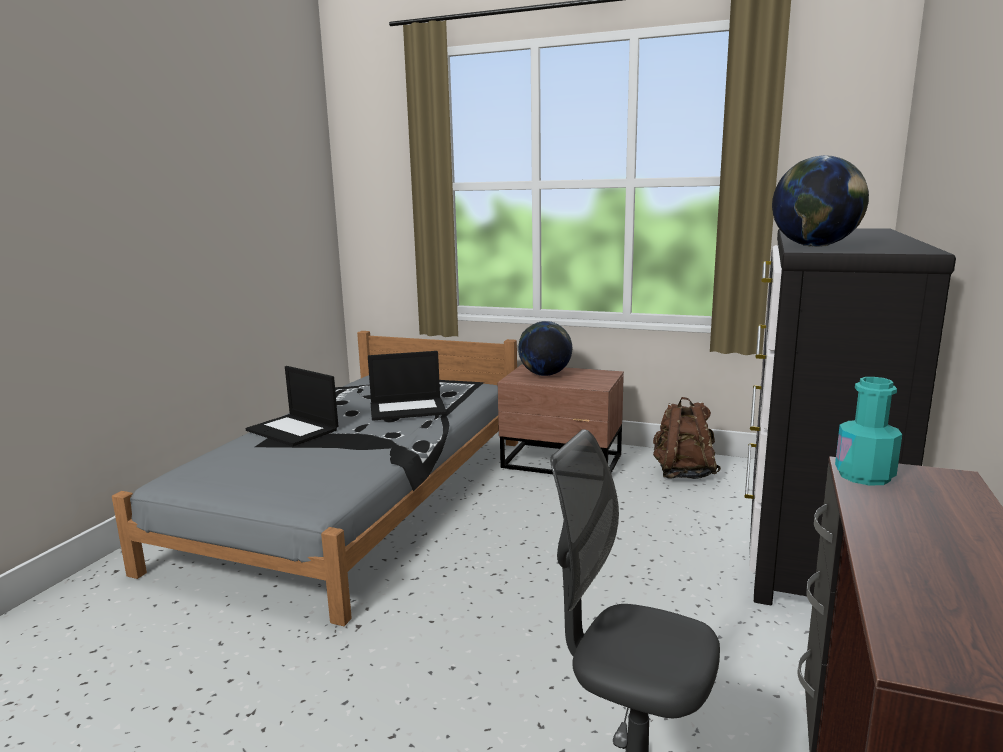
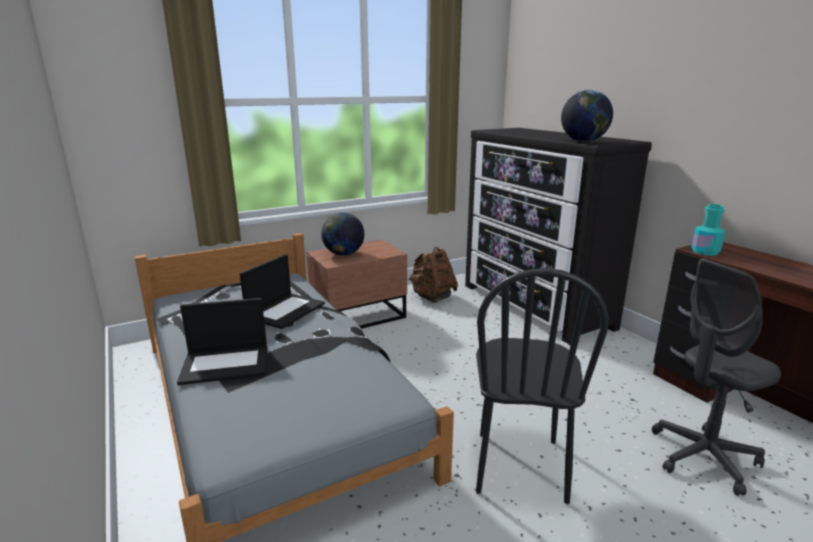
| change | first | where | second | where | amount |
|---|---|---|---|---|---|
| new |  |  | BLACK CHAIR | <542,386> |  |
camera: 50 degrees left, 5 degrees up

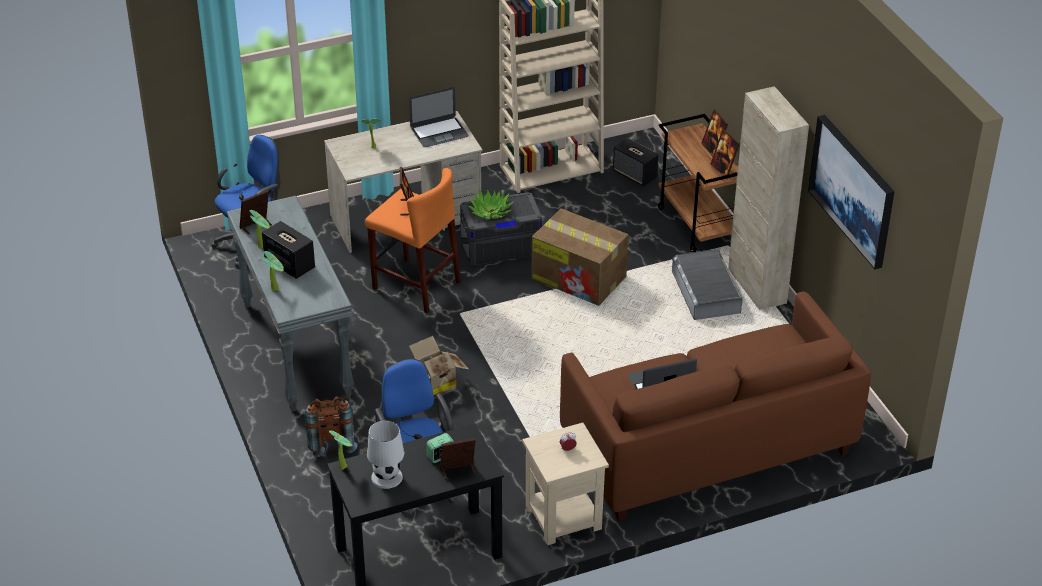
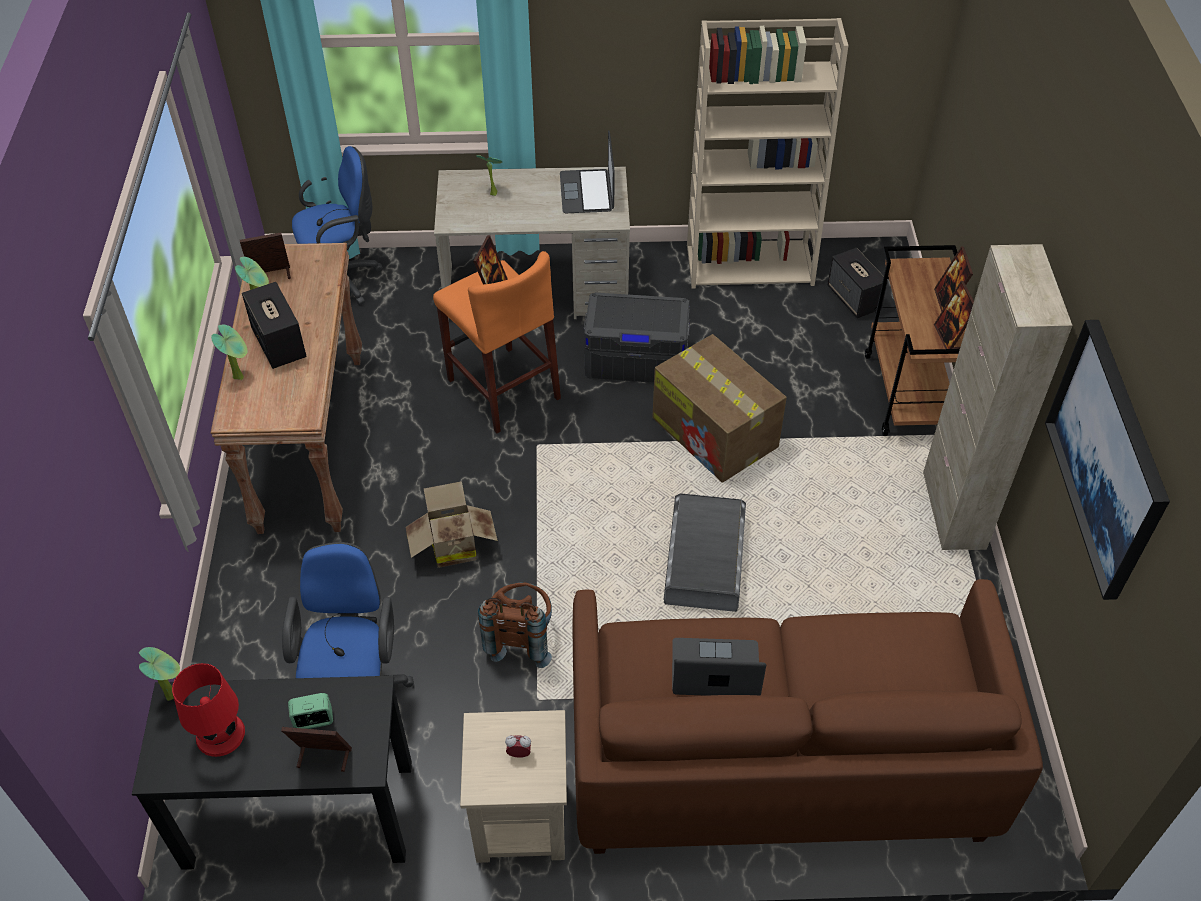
| change | first | where | second | where | amount |
|---|---|---|---|---|---|
| gone | PLANT IN A POT | <491,204> |  |  |  |
| shifted | BROWNISH BACKPACK | <331,426> |  | <515,625> |  |
| shifted | GRAY STORAGE BIN | <707,284> |  | <705,552> |  |
| repainted | GRAY HALL TABLE | <290,304> | BROWNISH HALL TABLE | <286,388> |  |
| repainted | WHITISH TABLETOP LAMP | <385,455> | REDDISH TABLETOP LAMP | <208,710> |  |
| rotated | LAPTOP | <439,117> |  | <587,171> | 90 degrees clockwise |
camera: 20 degrees right, 10 degrees up

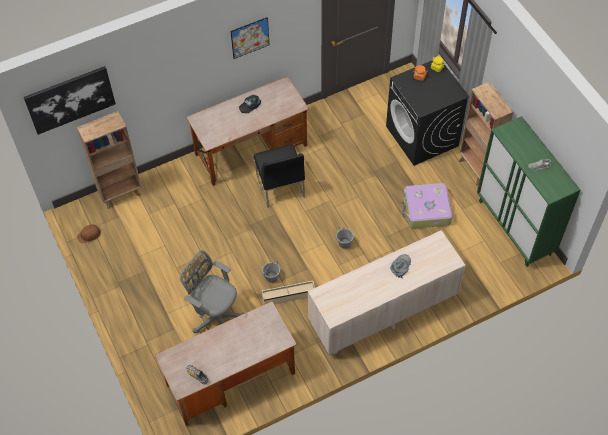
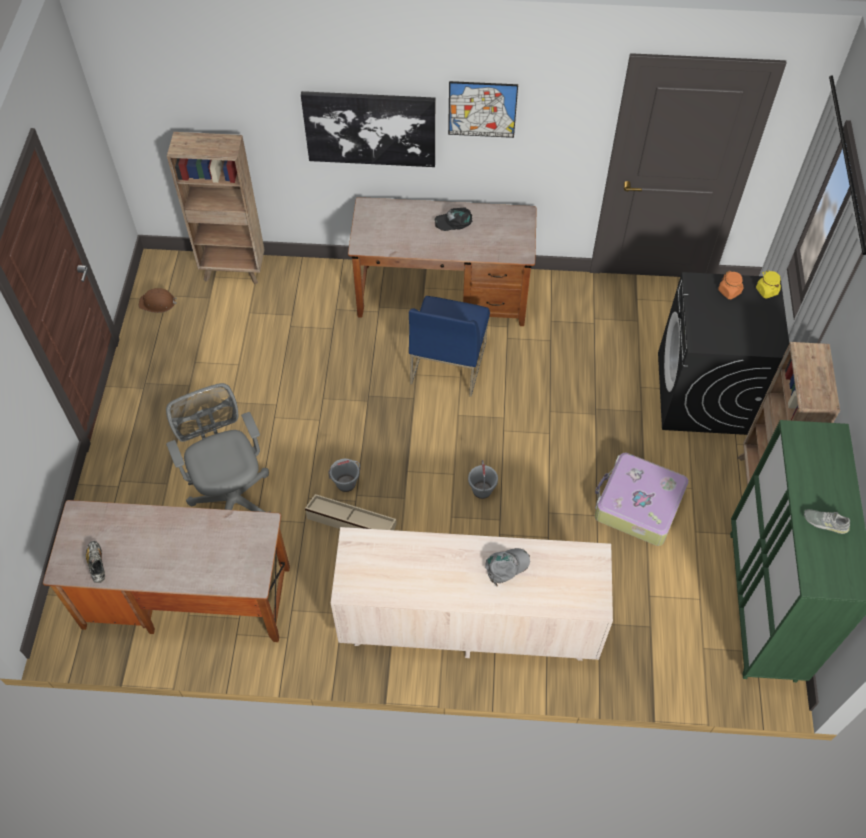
| change | first | where | second | where | amount |
|---|---|---|---|---|---|
| shifted | WALL PICTURE | <69,100> |  | <368,129> |  |
| repainted | BLACK CHAIR | <279,176> | BLUE CHAIR | <449,346> |  |
camera: 30 degrees right, 0 degrees up

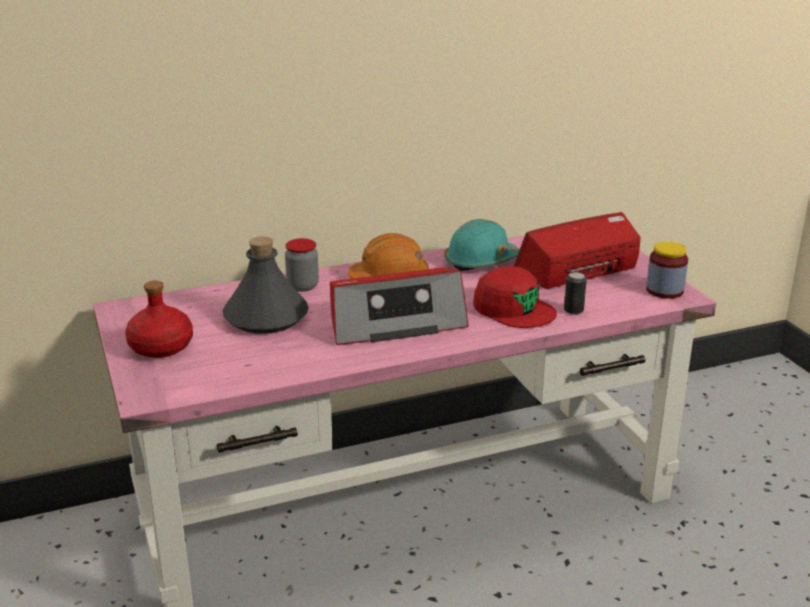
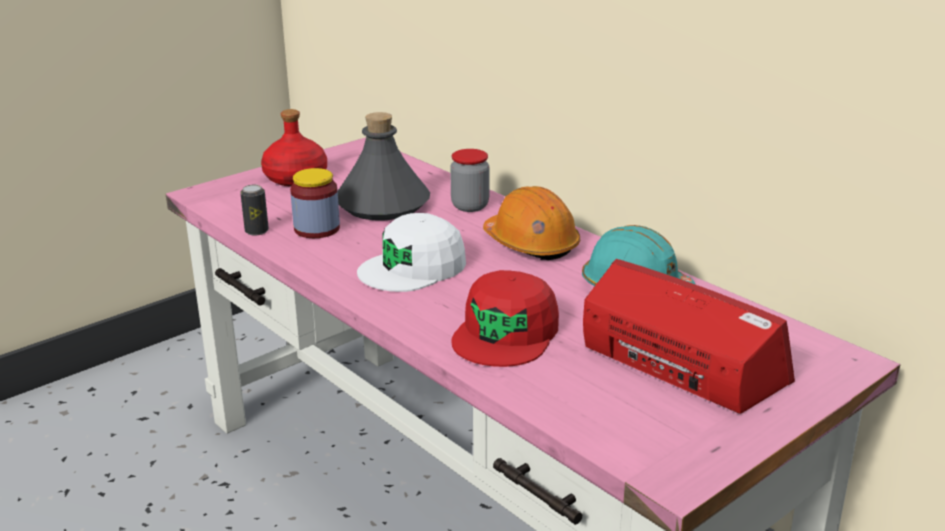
| change | first | where | second | where | amount |
|---|---|---|---|---|---|
| shifted | METAL CAN | <575,293> |  | <254,210> |  |
| shifted | PRESERVE JAR | <667,270> |  | <315,203> |  |
| swapped | RADIO | <399,306> | WHITISH CAP | <411,252> |  |
camera: 70 degrees right, 0 degrees up

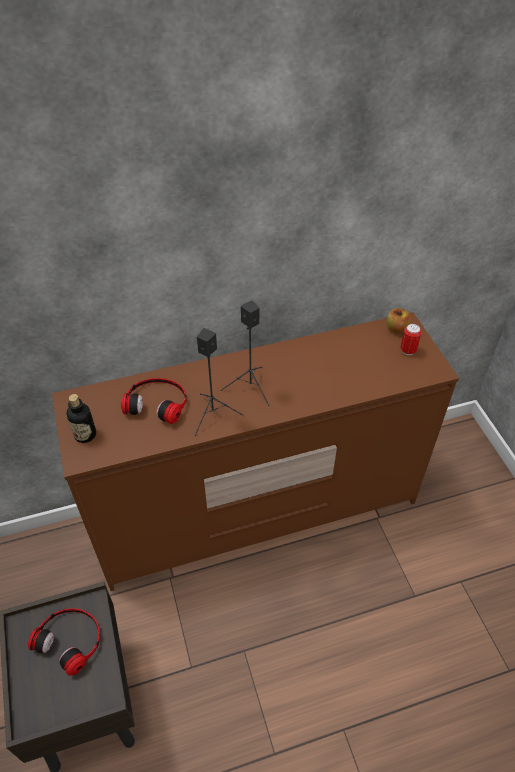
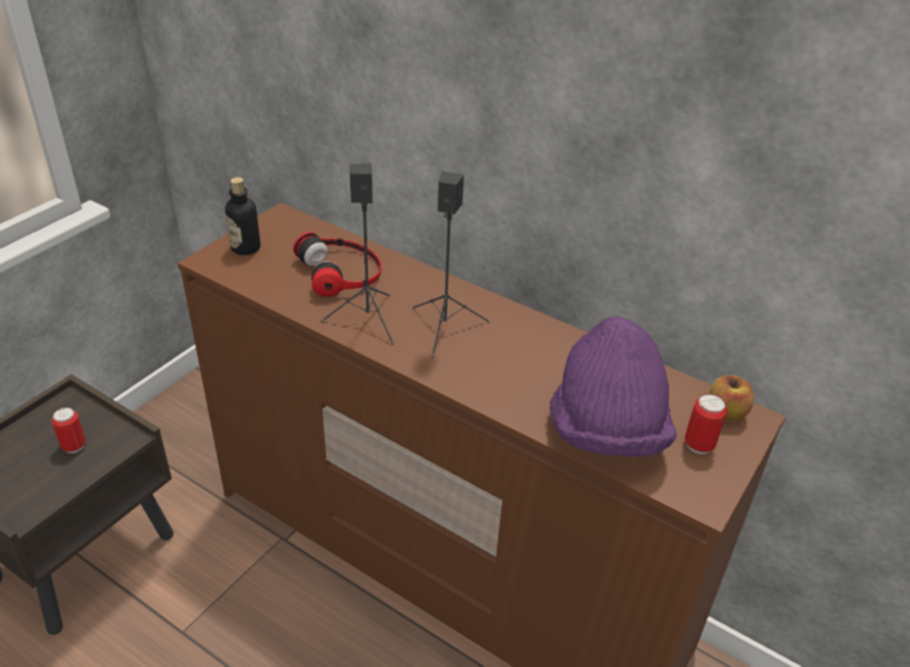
| change | first | where | second | where | amount |
|---|---|---|---|---|---|
| new |  |  | PURPLE-COLOURED HAT | <613,386> |  |
| swapped | PAIR OF HEADPHONES | <64,642> | METAL CAN | <68,430> |  |
camera: 50 degrees right, 10 degrees down

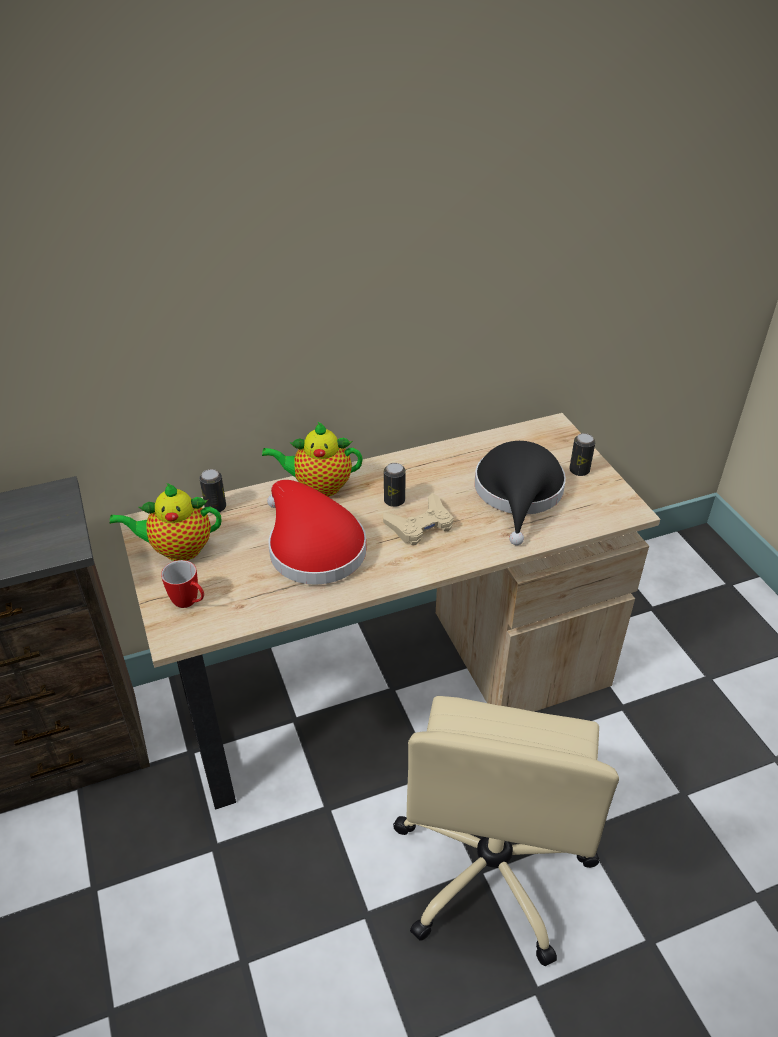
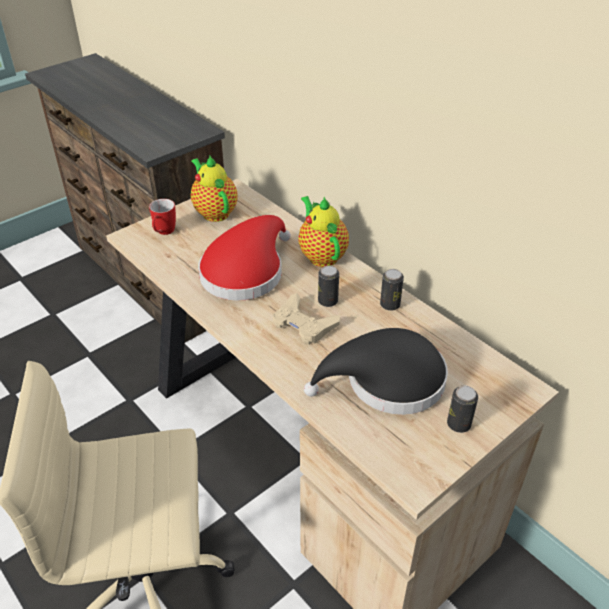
| change | first | where | second | where | amount |
|---|---|---|---|---|---|
| shifted | METAL CAN | <212,491> |  | <392,290> |  |
camera: 70 degrees right, 0 degrees up

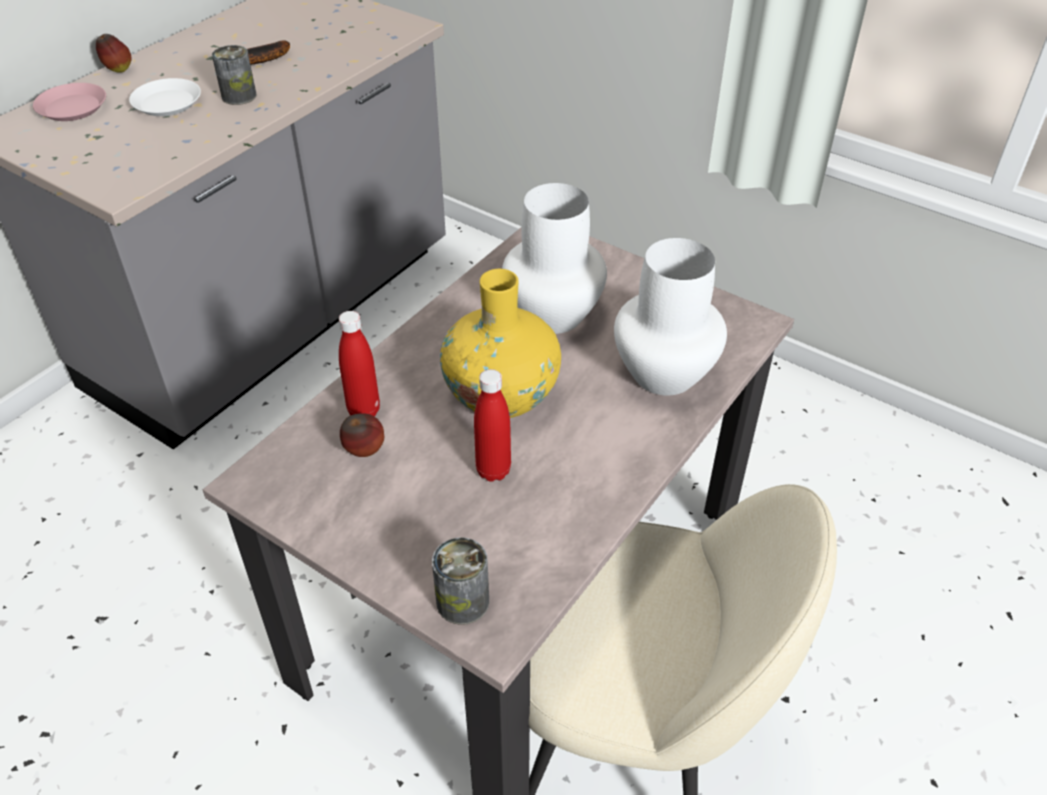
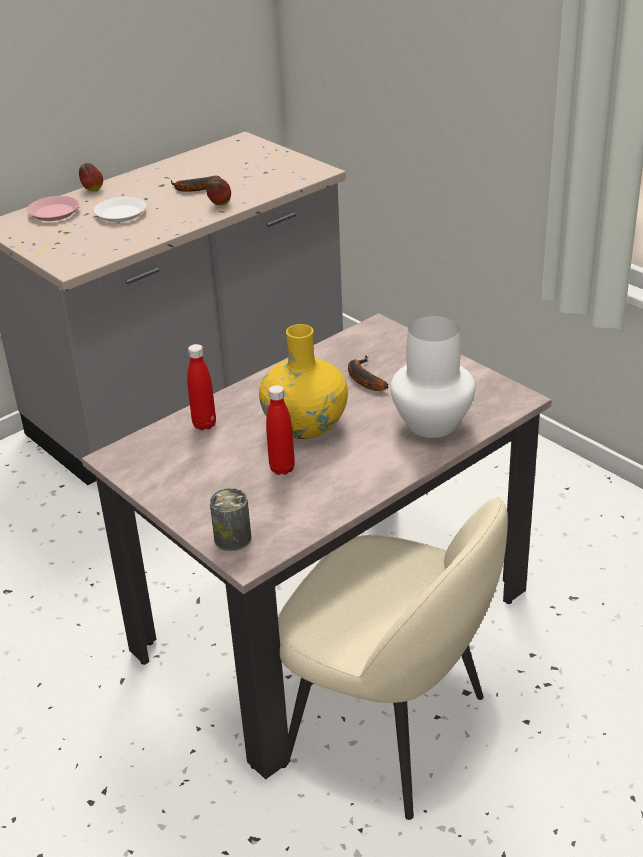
| change | first | where | second | where | amount |
|---|---|---|---|---|---|
| gone | METAL CAN | <234,75> |  |  |  |
| shifted | APPLE FRUIT | <362,435> |  | <218,191> |  |
| swapped | WHITISH DECORATIVE VASE | <554,258> | BANANA | <368,373> |  |
camera: 15 degrees right, 10 degrees down

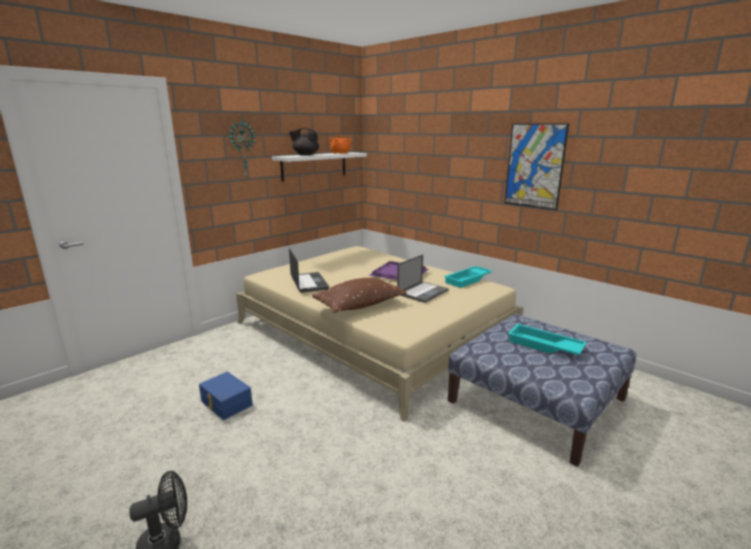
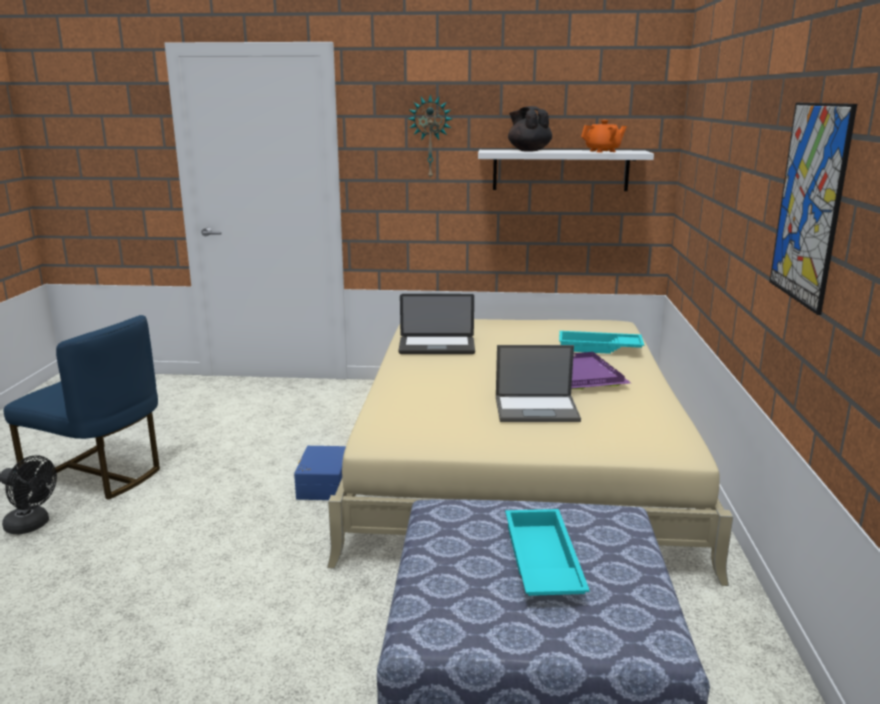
| change | first | where | second | where | amount |
|---|---|---|---|---|---|
| gone | BROWNISH CUSHION | <359,295> |  |  |  |
| new |  |  | BLUE CHAIR | <81,407> |  |
| shifted | BLUE STORAGE BIN | <226,396> |  | <320,473> |  |
| shifted | TURQUOISE SERVING TRAY | <468,277> |  | <601,342> |  |
| rotated | LAPTOP | <309,270> |  | <437,324> | 60 degrees clockwise |
camera: 50 degrees right, 0 degrees up

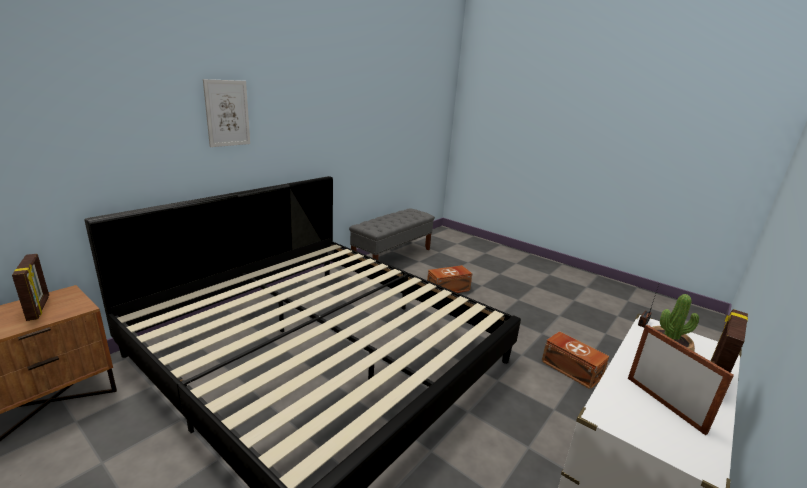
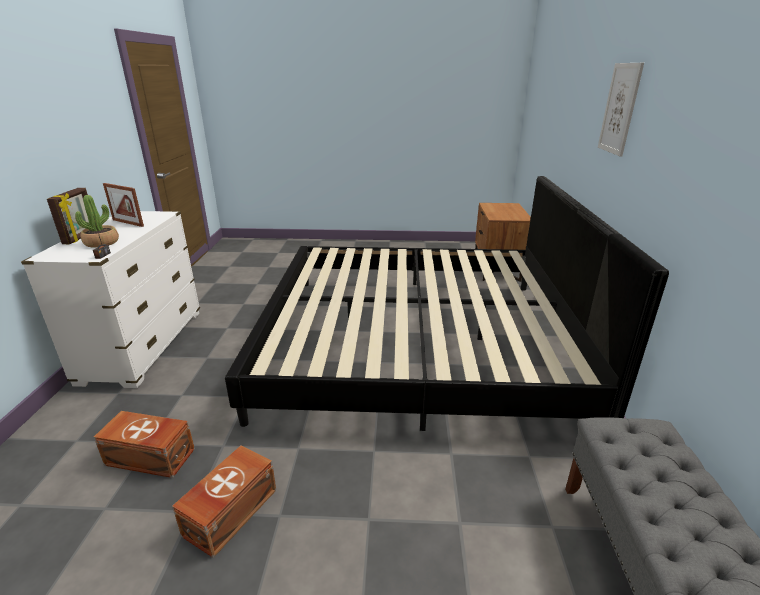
| change | first | where | second | where | amount |
|---|---|---|---|---|---|
| gone | STANDING FRAME | <30,287> |  |  |  |
| shifted | BROWNISH STORAGE BIN | <449,279> |  | <224,501> |  |
camera: 145 degrees right, 5 degrees up

